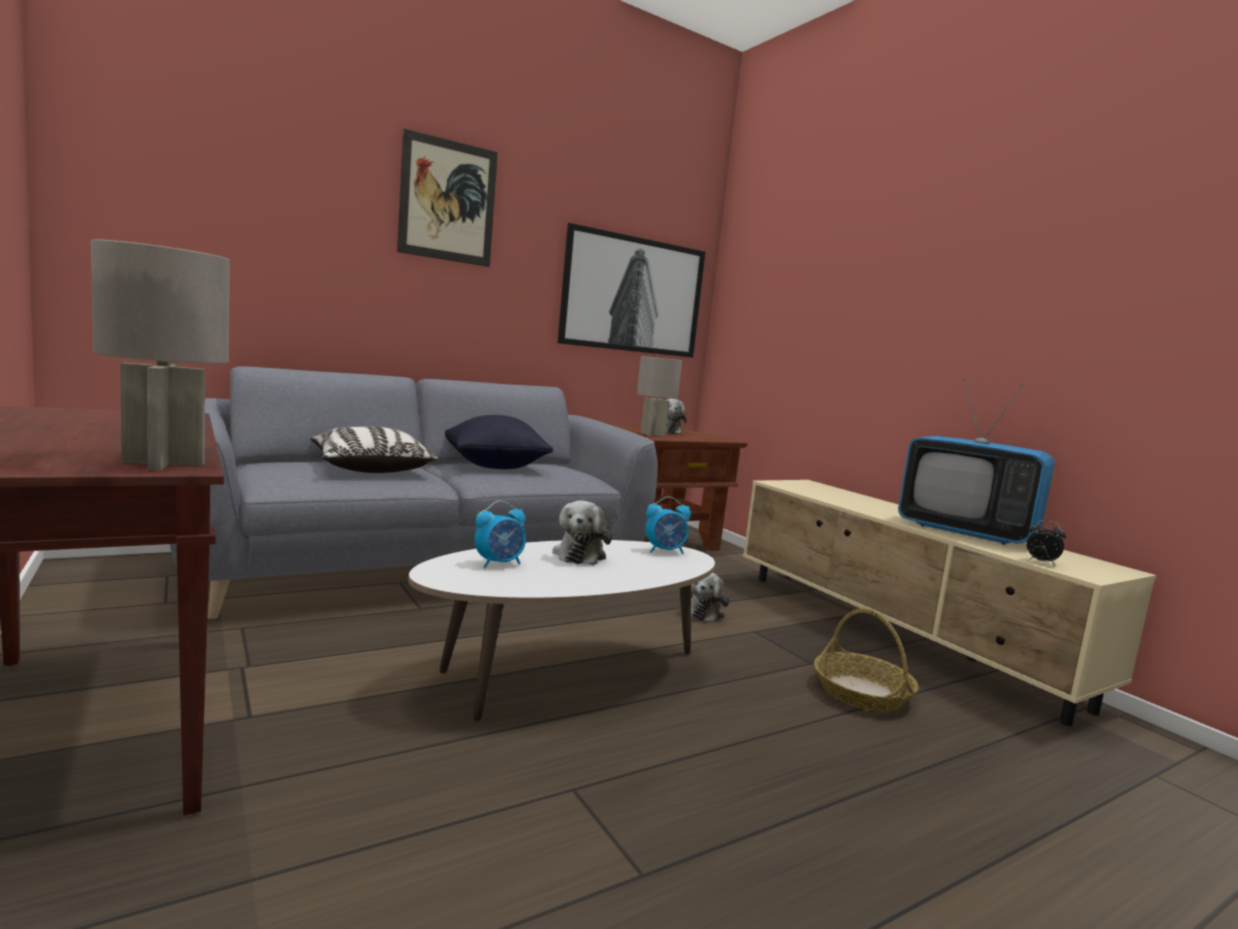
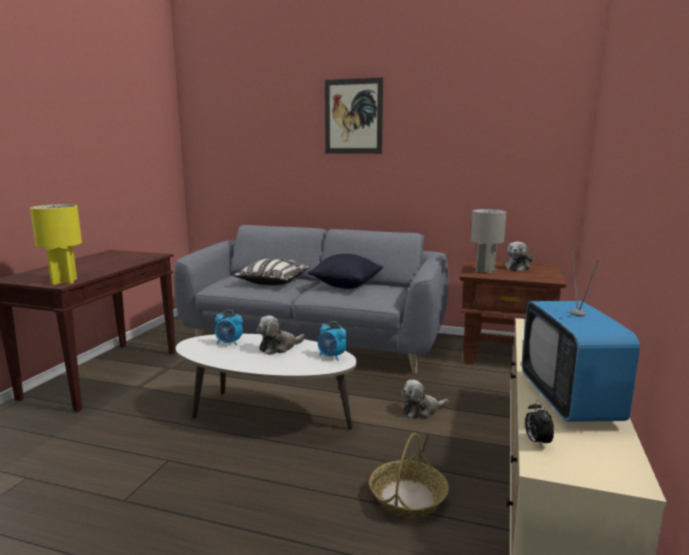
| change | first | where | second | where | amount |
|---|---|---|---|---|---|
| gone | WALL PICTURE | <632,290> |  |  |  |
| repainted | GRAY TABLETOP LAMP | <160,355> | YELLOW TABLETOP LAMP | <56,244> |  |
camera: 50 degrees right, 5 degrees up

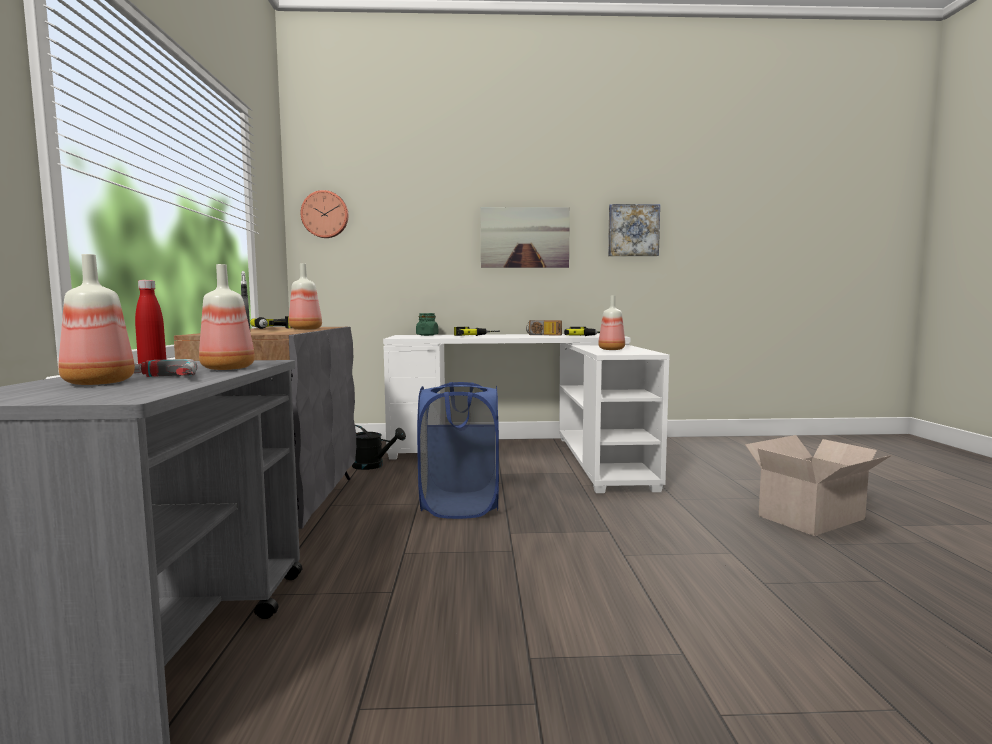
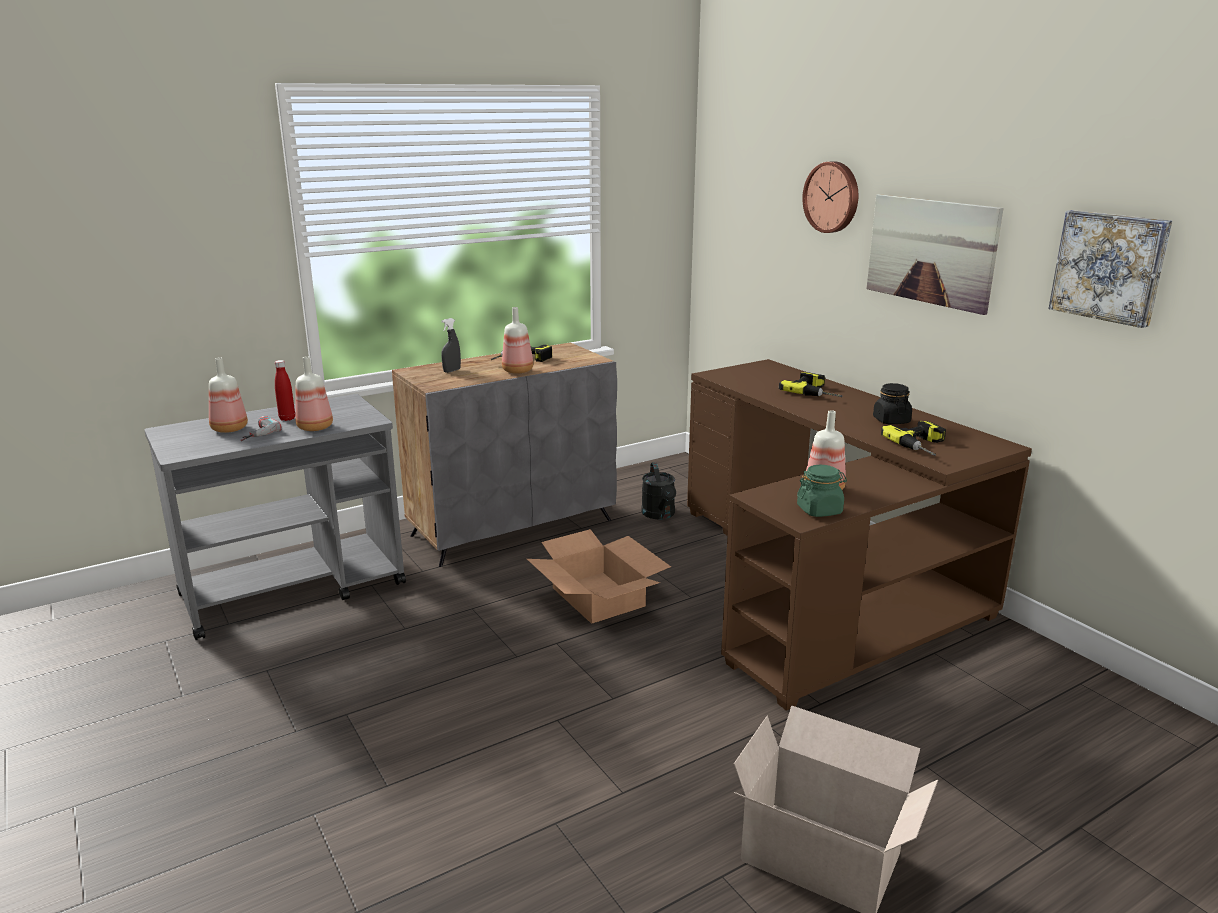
| change | first | where | second | where | amount |
|---|---|---|---|---|---|
| shifted | CLOCK ON THE WALL | <324,214> |  | <830,197> |  |
| shifted | GREEN-COLOURED PRESERVE JAR | <427,324> |  | <822,491> |  |
| swapped | BLUE LAUNDRY BASKET | <458,450> | PACKING BOX | <599,576> |  |
| swapped | RADIO | <544,328> | BLACK PRESERVE JAR | <892,403> |  |
| repainted | WHITISH DESK UNIT | <526,413> | BROWNISH DESK UNIT | <859,535> |  |
camera: 60 degrees right, 15 degrees up

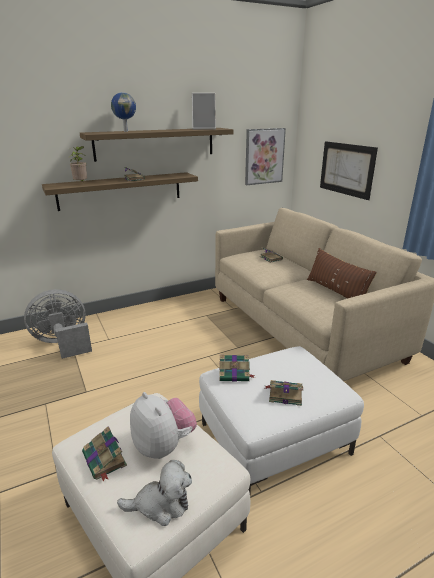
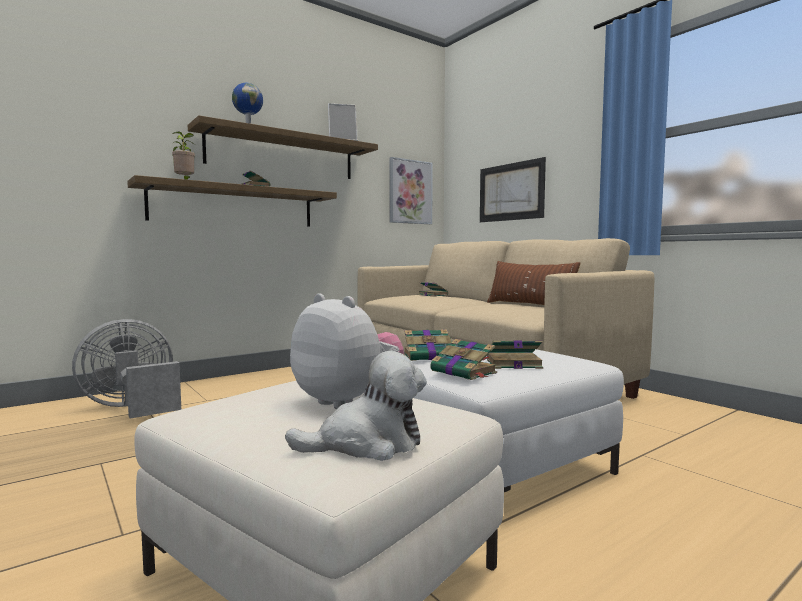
| change | first | where | second | where | amount |
|---|---|---|---|---|---|
| shifted | VOLUME | <104,454> |  | <463,359> |  |
camera: 10 degrees left, 20 degrees down

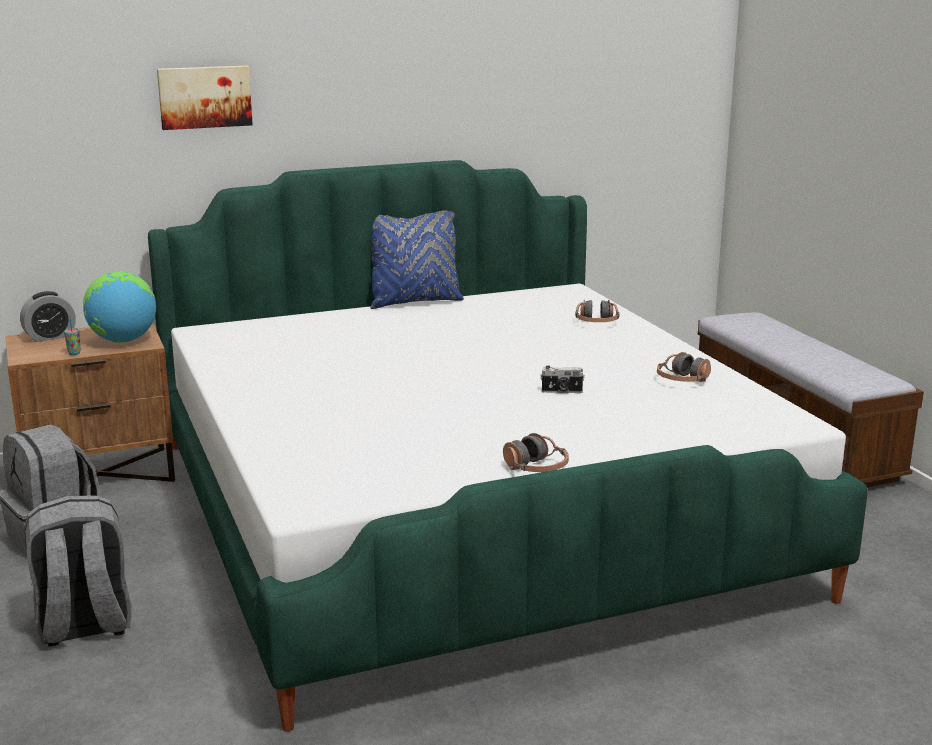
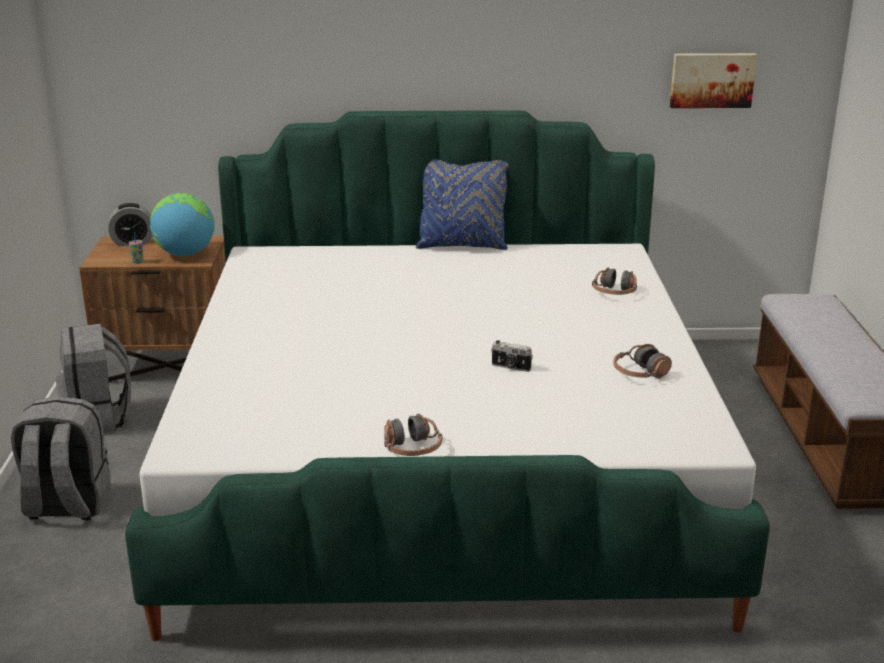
| change | first | where | second | where | amount |
|---|---|---|---|---|---|
| shifted | WALL PICTURE | <205,98> |  | <713,80> |  |
camera: 20 degrees right, 5 degrees up

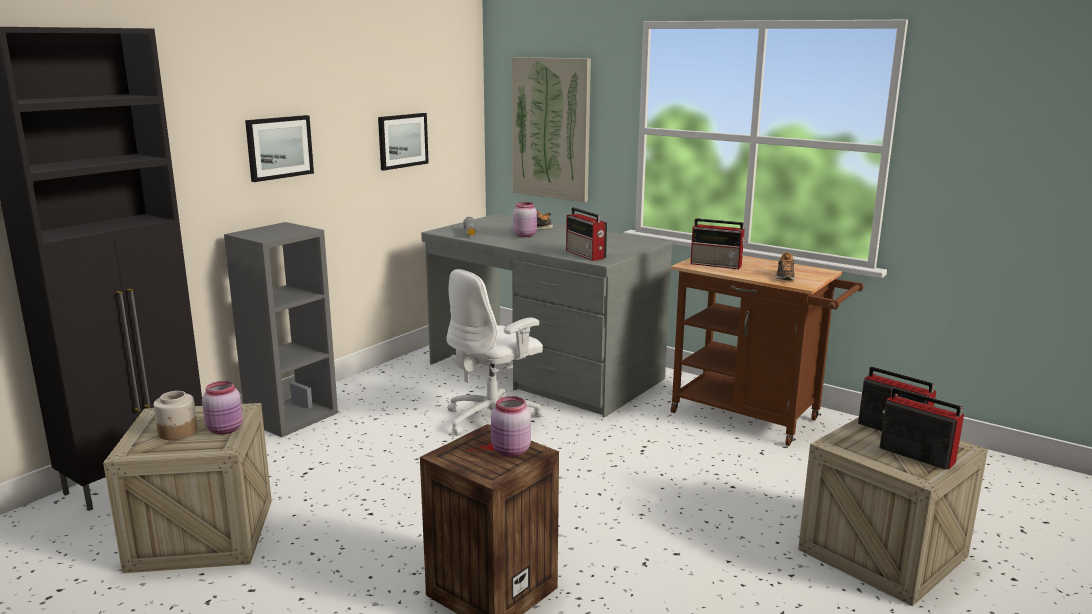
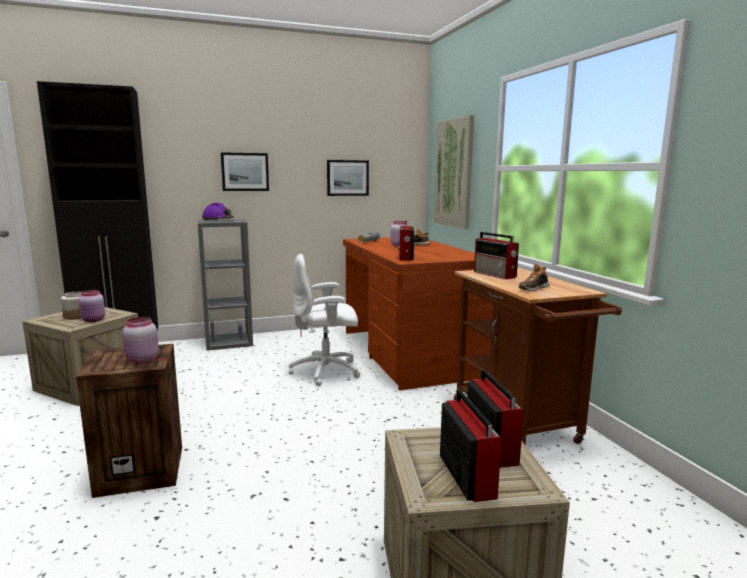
| change | first | where | second | where | amount |
|---|---|---|---|---|---|
| new |  |  | PURPLE-COLOURED HARD HAT | <218,211> |  |
| repainted | GRAY DESK UNIT | <546,316> | BROWNISH DESK UNIT | <418,314> |  |
camera: 35 degrees right, 5 degrees down

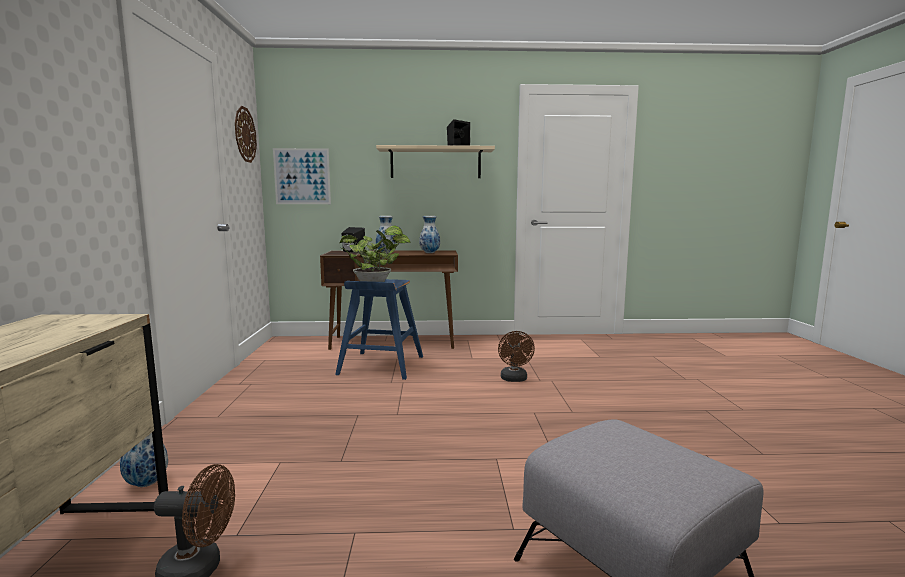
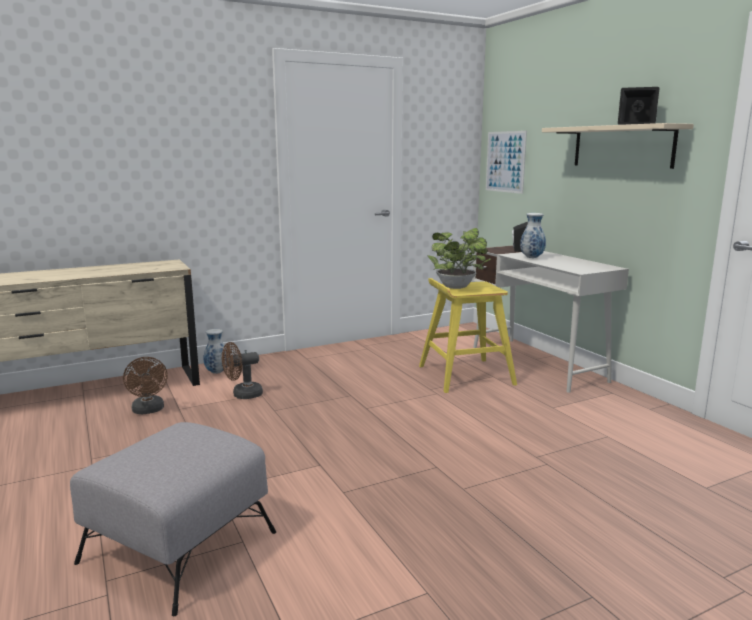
| change | first | where | second | where | amount |
|---|---|---|---|---|---|
| gone | CLOCK ON THE WALL | <246,134> |  |  |  |
| gone | DECORATIVE VASE | <429,234> |  |  |  |
| shifted | BROWNISH COOLING FAN | <516,356> |  | <242,370> |  |
| repainted | BROWNISH DESK UNIT | <389,300> | WHITISH DESK UNIT | <550,319> |  |
| repainted | BLUE SITTING STOOL | <379,329> | YELLOW SITTING STOOL | <468,335> |  |
camera: 65 degrees right, 5 degrees up

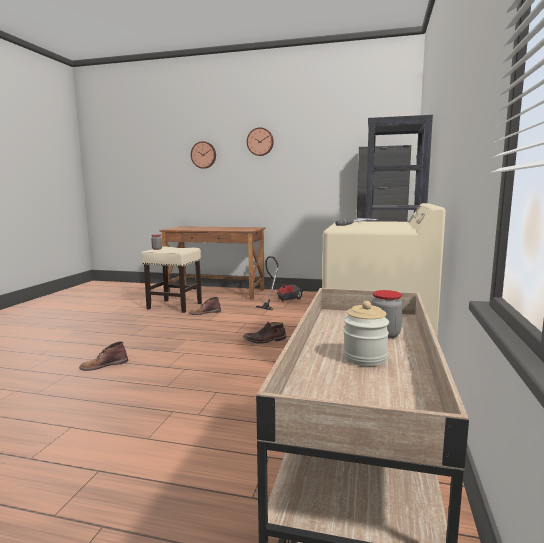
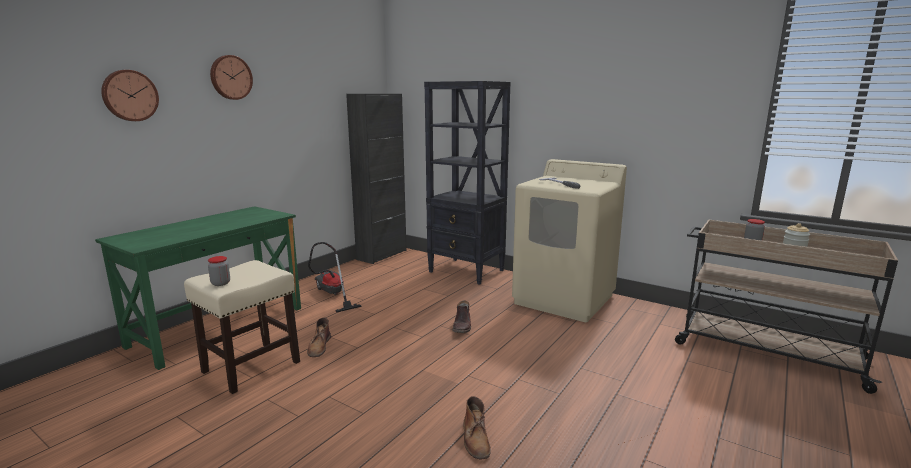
| change | first | where | second | where | amount |
|---|---|---|---|---|---|
| repainted | BROWNISH DESK UNIT | <212,263> | GREEN-COLOURED DESK UNIT | <198,288> |  |
camera: 70 degrees left, 5 degrees up

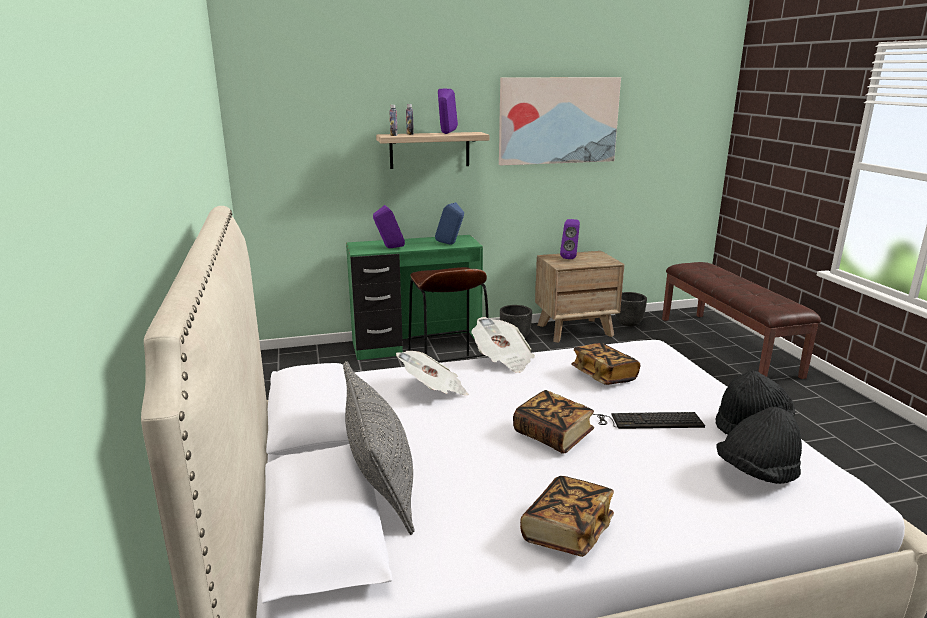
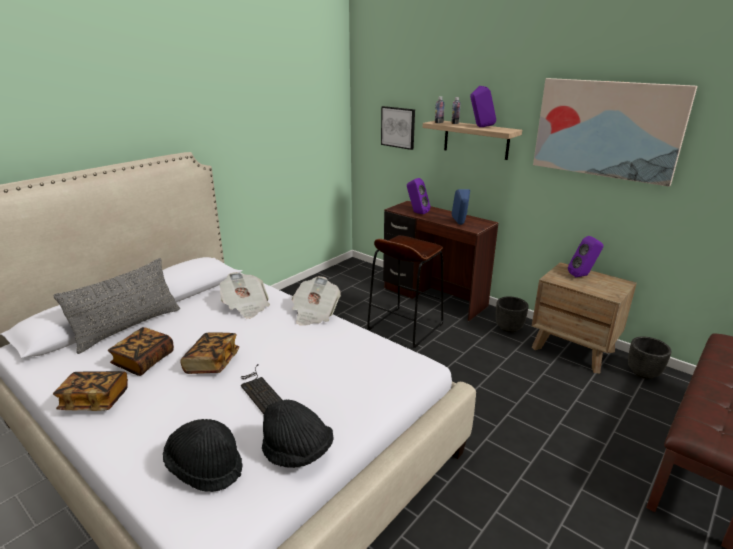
| change | first | where | second | where | amount |
|---|---|---|---|---|---|
| new |  |  | WALL PICTURE | <398,128> |  |
| shifted | VOLUME | <605,364> |  | <141,351> |  |
| repainted | GREEN-COLOURED DESK UNIT | <414,297> | BROWNISH DESK UNIT | <441,261> |  |
camera: 55 degrees right, 5 degrees up

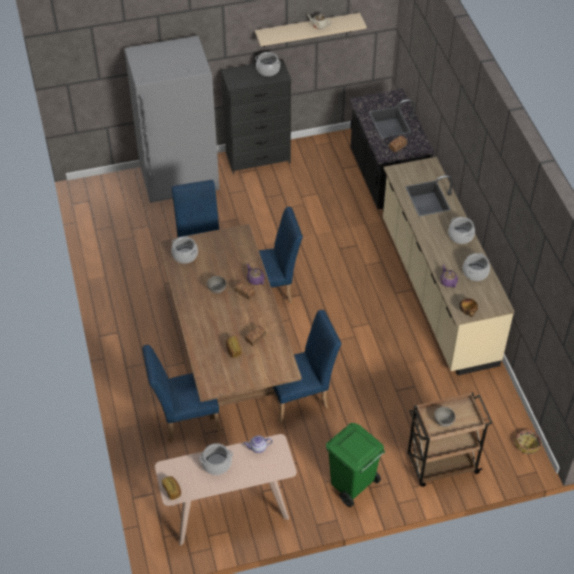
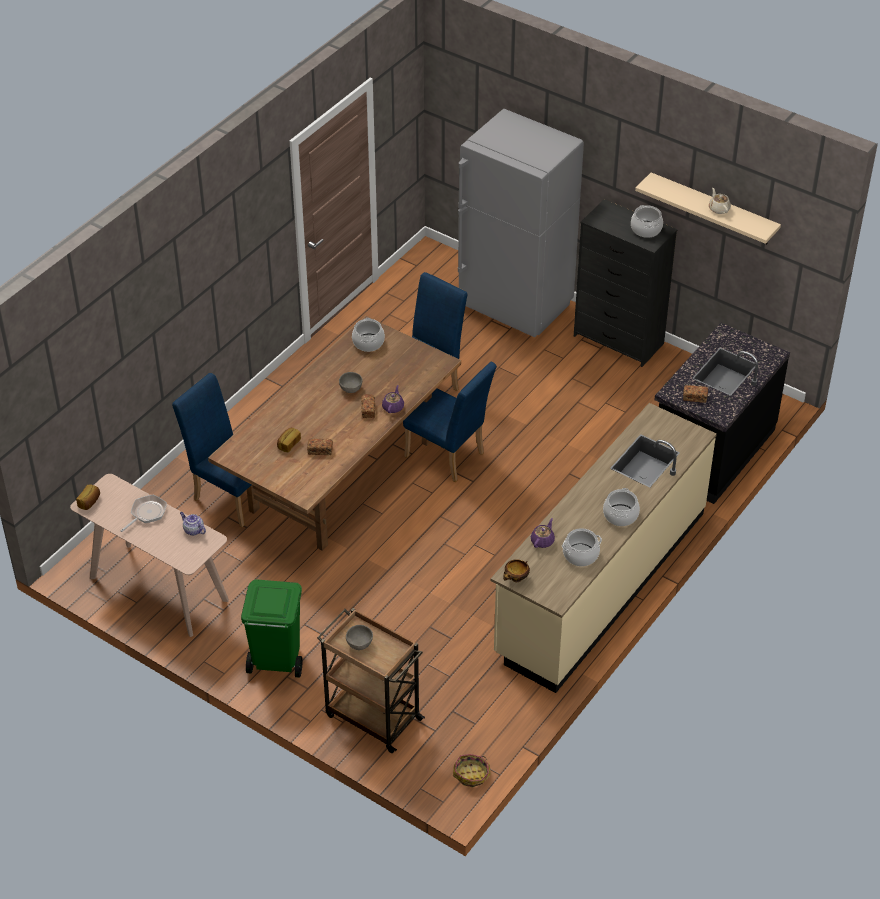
| change | first | where | second | where | amount |
|---|---|---|---|---|---|
| gone | BLUE CHAIR | <305,367> |  |  |  |
| swapped | SAUCEPOT | <216,459> | SKILLET | <143,513> |  |
camera: 50 degrees right, 5 degrees down

